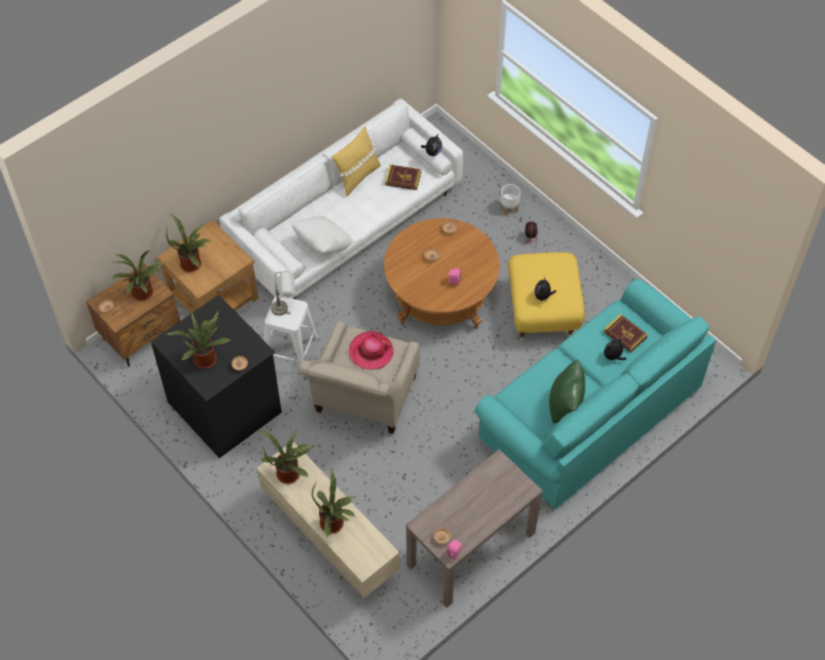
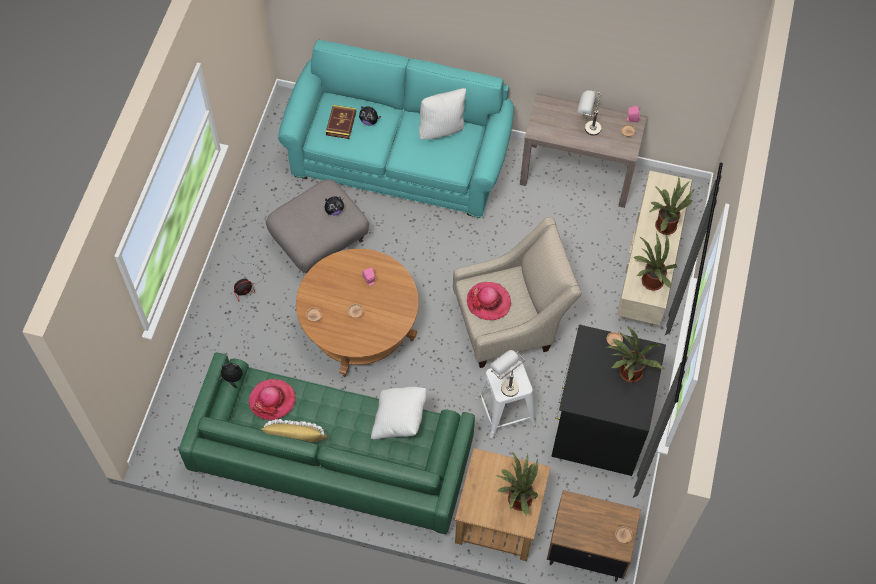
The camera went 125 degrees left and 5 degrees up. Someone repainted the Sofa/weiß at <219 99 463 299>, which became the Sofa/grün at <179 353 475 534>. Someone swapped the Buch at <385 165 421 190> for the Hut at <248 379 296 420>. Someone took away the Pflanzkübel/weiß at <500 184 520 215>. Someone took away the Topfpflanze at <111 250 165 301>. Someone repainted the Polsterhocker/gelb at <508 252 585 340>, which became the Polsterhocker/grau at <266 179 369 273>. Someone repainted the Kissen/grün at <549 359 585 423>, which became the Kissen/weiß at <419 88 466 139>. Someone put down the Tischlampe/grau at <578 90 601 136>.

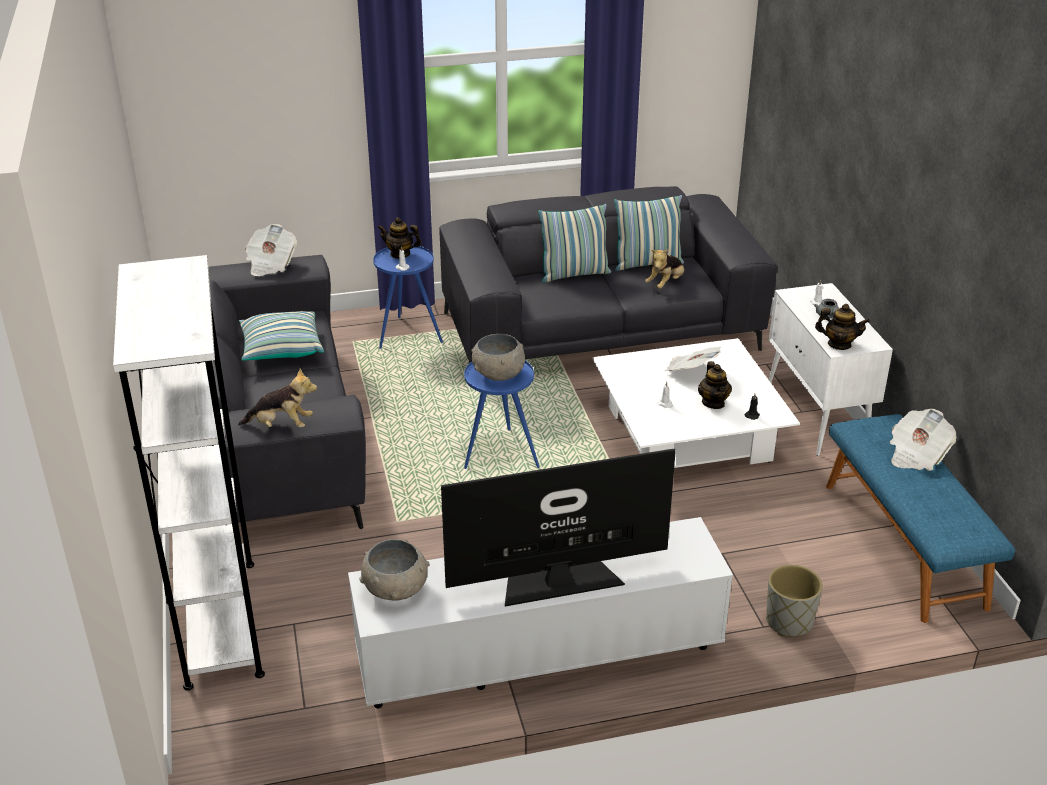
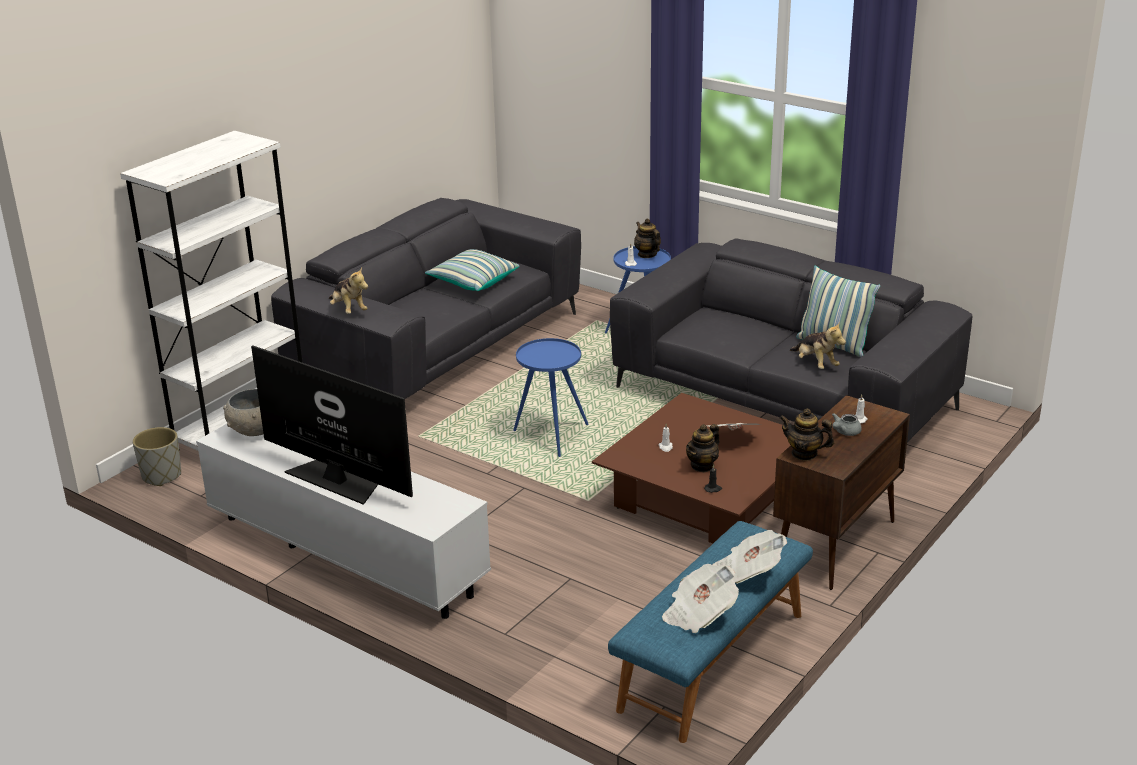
The camera went 50 degrees right and 5 degrees down. Someone took away the Kissen at <538 204 611 283>. Someone carried the Zeitung from <245 224 297 276> to <662 564 739 633>. Someone rotated the Plüschtier at <645 249 685 289> by 120 degrees counterclockwise. Someone repainted the Schrank/weiß at <769 283 893 456>, which became the Schrank/braun at <773 395 910 590>. Someone rotated the Teekanne at <815 304 870 350> by 135 degrees clockwise. Someone took away the Schüssel/grau at <471 334 525 381>. Someone repainted the Couchtisch/weiß at <592 338 800 468>, which became the Couchtisch/braun at <592 393 791 543>. Someone carried the Pflanzkübel/grau from <766 565 823 637> to <133 427 181 486>.

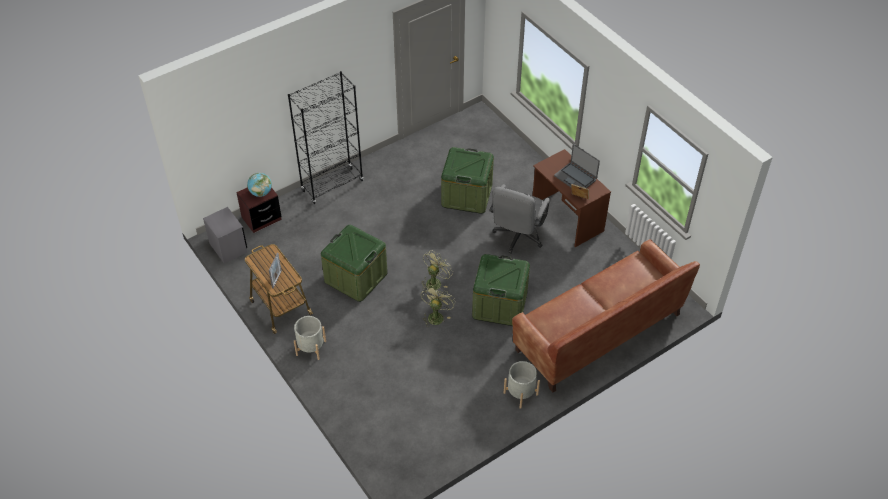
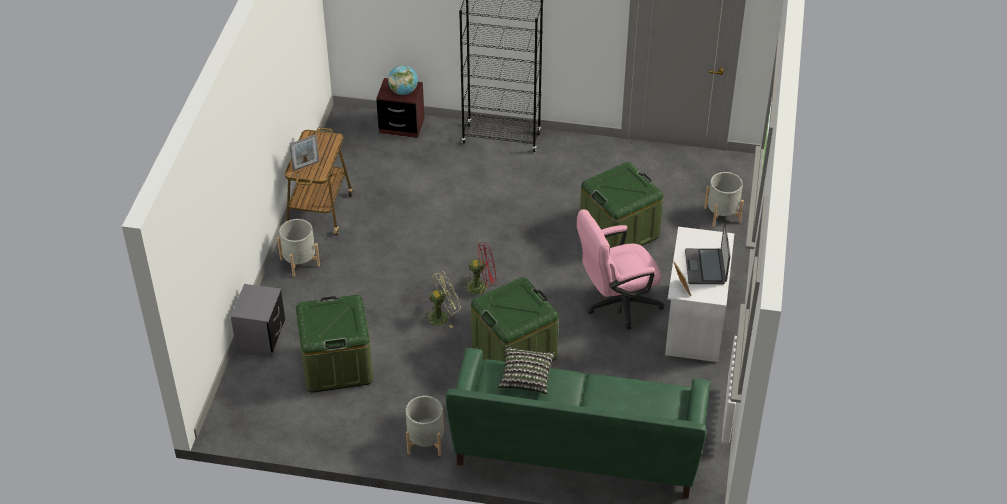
The camera went 45 degrees right and 5 degrees down. Someone repainted the Schreibtisch/braun at <532 149 611 247>, which became the Schreibtisch/weiß at <665 227 734 362>. Someone repainted the Bürostuhl/grau at <489 184 550 253>, which became the Bürostuhl/rosa at <577 209 665 330>. Someone carried the Nachttisch/grau from <203 207 247 263> to <231 284 285 358>. Someone carried the Aufbewahrungsbox/grün from <321 225 388 302> to <296 295 373 392>. Someone repainted the Sofa/braun at <512 239 700 392>, which became the Sofa/grün at <446 348 711 499>. Someone repainted the Ventilator/grün at <421 251 453 290>, which became the Ventilator/rot at <461 242 496 296>. Someone put down the Pflanzkübel/grau at <704 172 744 227>. Someone put down the Kissen at <497 346 555 394>.

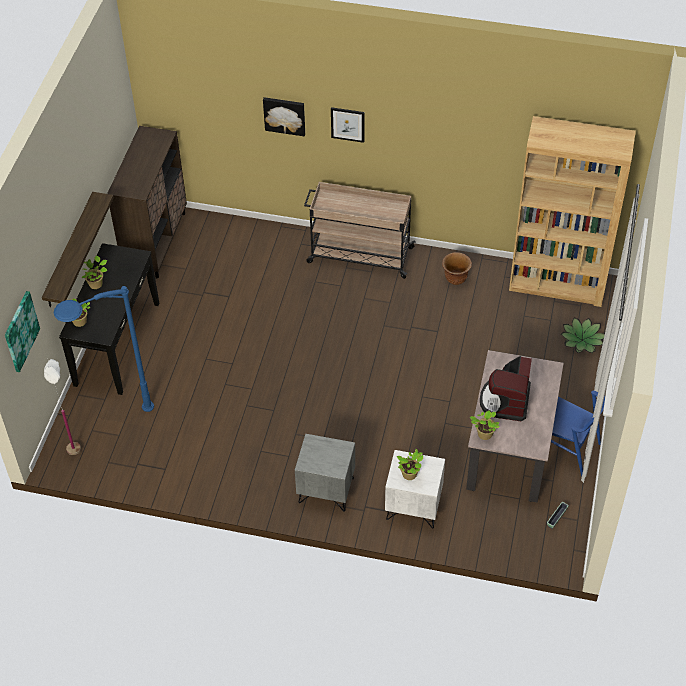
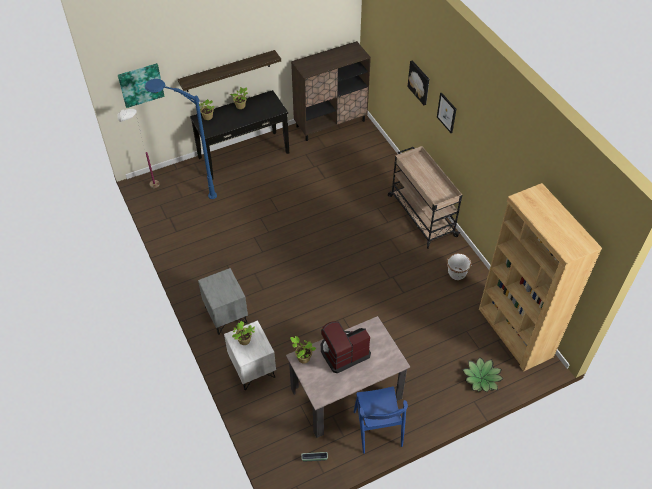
The camera went 50 degrees right and 0 degrees up. Someone repainted the Pflanzkübel/braun at <442 252 472 285>, which became the Pflanzkübel/weiß at <447 253 471 280>.

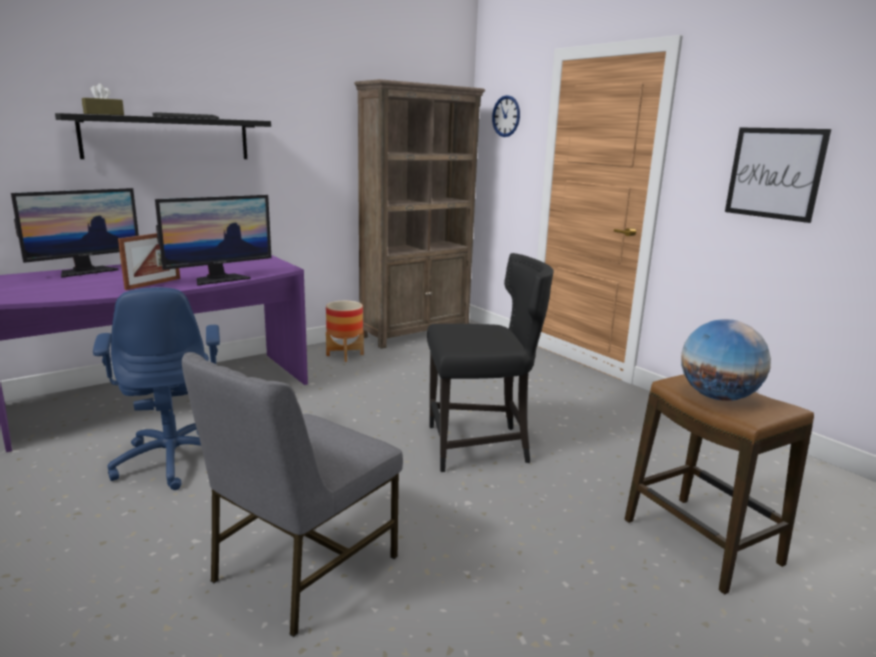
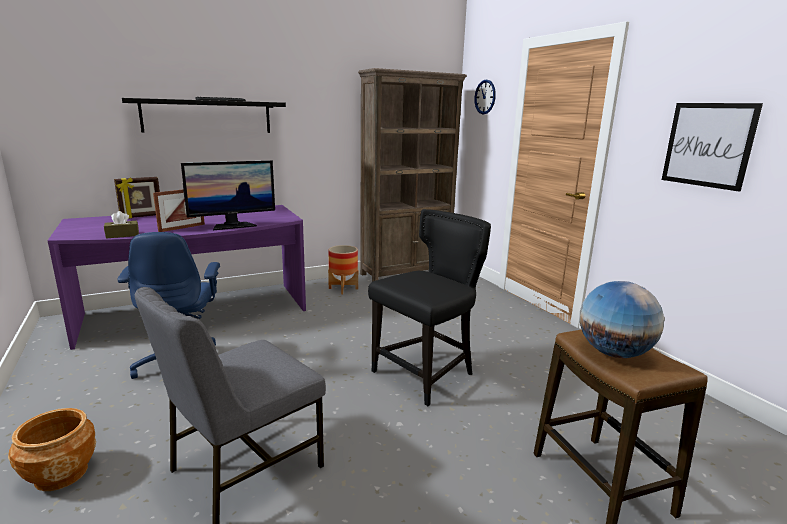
The camera went 10 degrees right and 0 degrees up. Someone carried the Taschentuchbox/braun from <82 84 124 115> to <104 211 139 239>. Someone swapped the Monitor at <11 188 139 278> for the Bilderrahmen at <114 177 160 219>. Someone rotated the Stuhl/schwarz at <427 253 554 472> by 45 degrees counterclockwise. Someone put down the Pflanzkübel/braun at <8 408 96 491>.

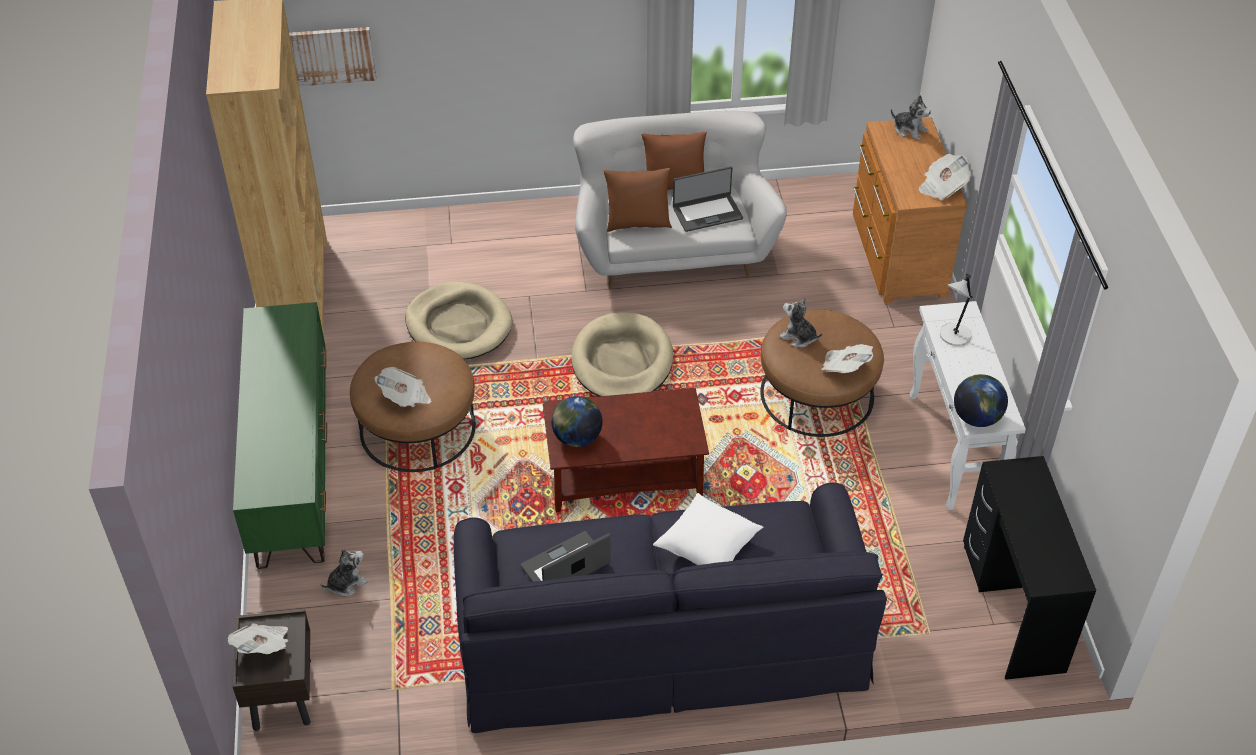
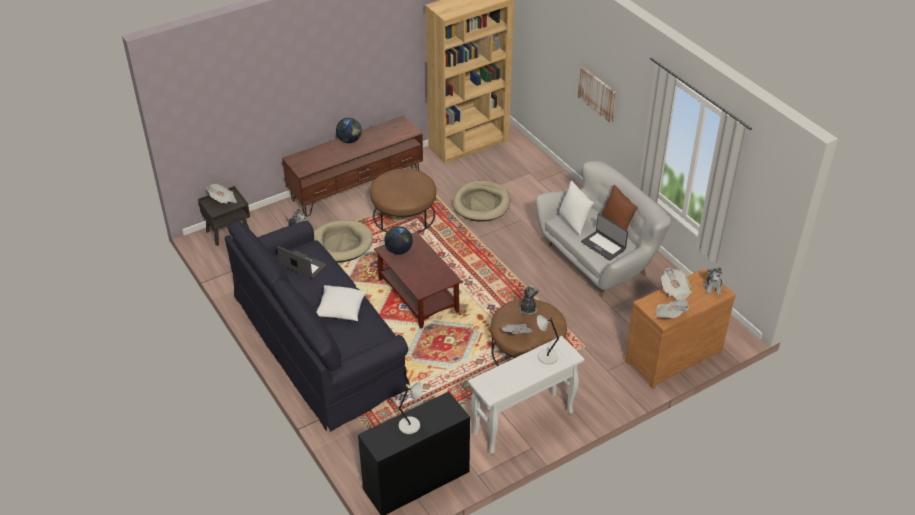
The camera went 65 degrees right and 5 degrees down. Someone carried the Bild from <289 27 376 86> to <578 66 616 123>. Someone repainted the Kissen/braun at <604 168 672 232>, which became the Kissen/weiß at <558 181 594 236>. Someone repainted the Fernsehschrank/grün at <233 302 327 569>, which became the Fernsehschrank/braun at <282 115 423 217>. Someone carried the Hundebett/beige from <571 312 673 397> to <314 220 373 263>. Someone carried the Zeitung from <375 367 431 407> to <661 268 692 301>. Someone carried the Globus from <954 374 1008 427> to <336 118 362 143>. Someone put down the Tischlampe/grau at <398 382 423 434>.

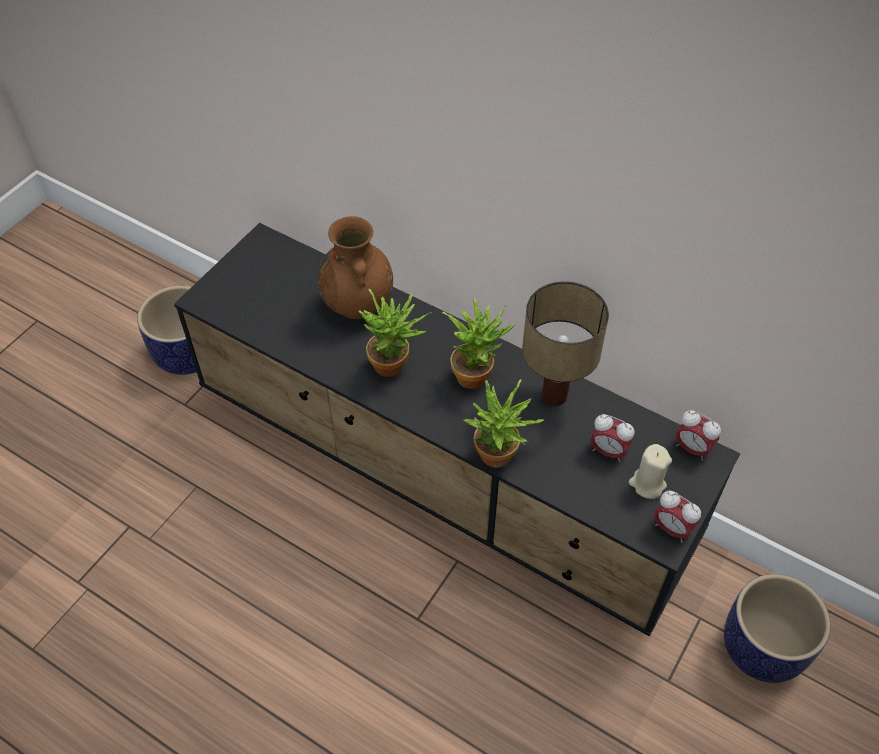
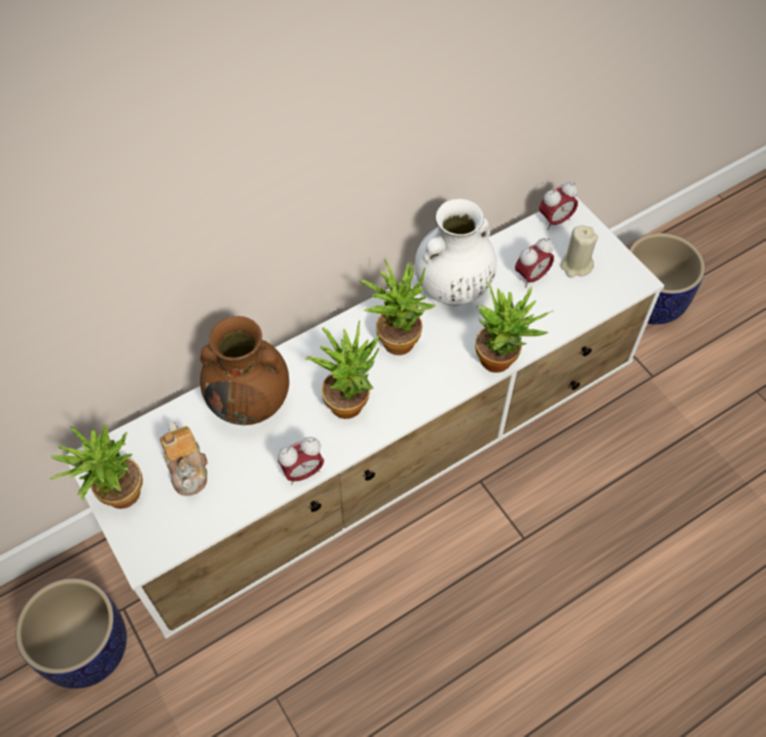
The camera went 65 degrees left and 5 degrees up. Someone repainted the Fernsehschrank/schwarz at <174 223 740 637>, which became the Fernsehschrank/weiß at <65 197 664 639>. Someone swapped the Tischlampe at <522 282 609 406> for the Vase/weiß at <415 199 497 306>. Someone carried the Wecker from <654 491 701 543> to <278 437 324 485>. Someone put down the Teekanne at <160 422 208 496>. Someone put down the Topfpflanze at <50 425 143 509>.

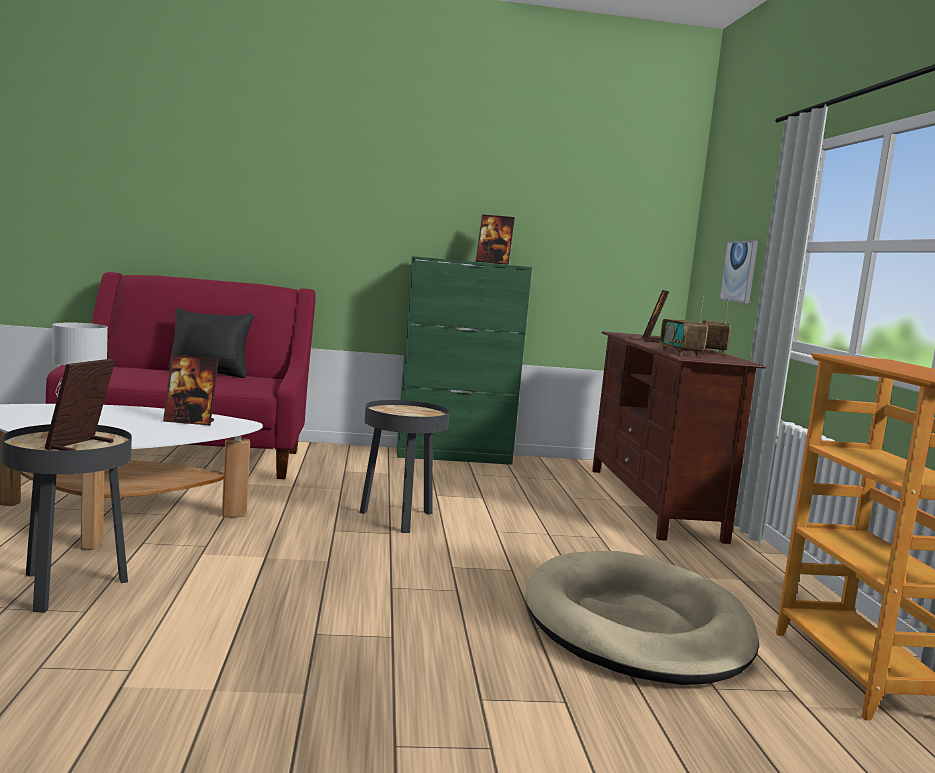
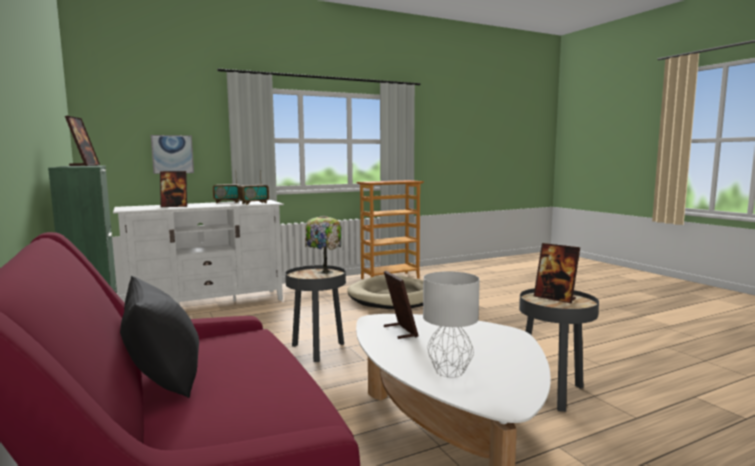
The camera went 110 degrees left and 0 degrees up. Someone repainted the Fernsehschrank/braun at <592 332 766 544>, which became the Fernsehschrank/weiß at <113 200 284 304>. Someone rotated the Bilderrahmen at <45 359 115 451> by 45 degrees clockwise. Someone put down the Tischlampe at <305 215 341 274>.

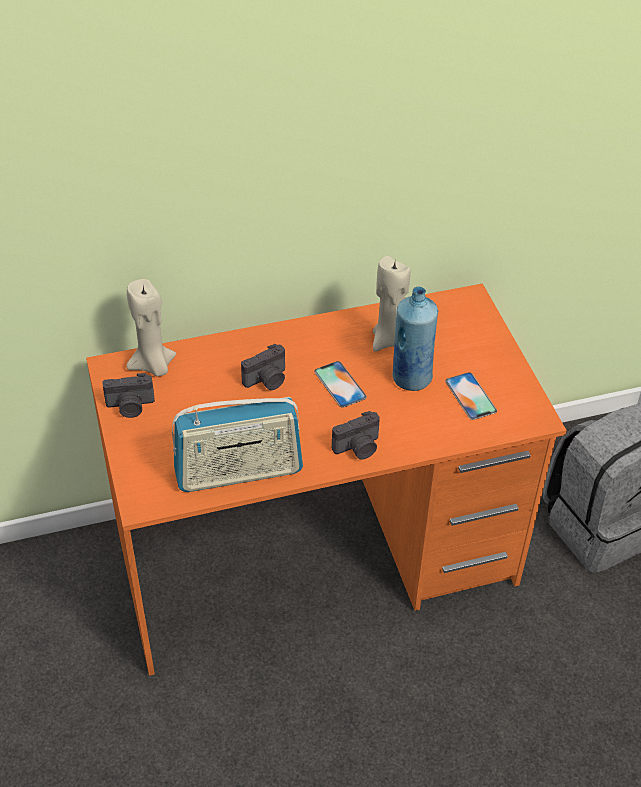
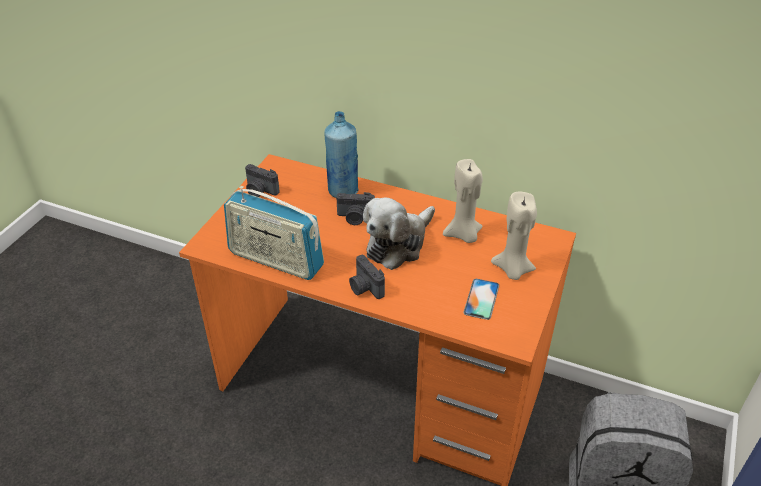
The camera went 40 degrees right and 5 degrees down. Someone carried the Kerze/beige from <127 279 176 377> to <491 192 537 280>. Someone carried the Flasche/blau from <393 287 439 391> to <324 111 359 198>. Someone swapped the Handy at <314 361 367 408> for the Plüschtier at <363 198 435 270>. Someone rotated the Kamera at <332 411 380 460> by 45 degrees clockwise.

